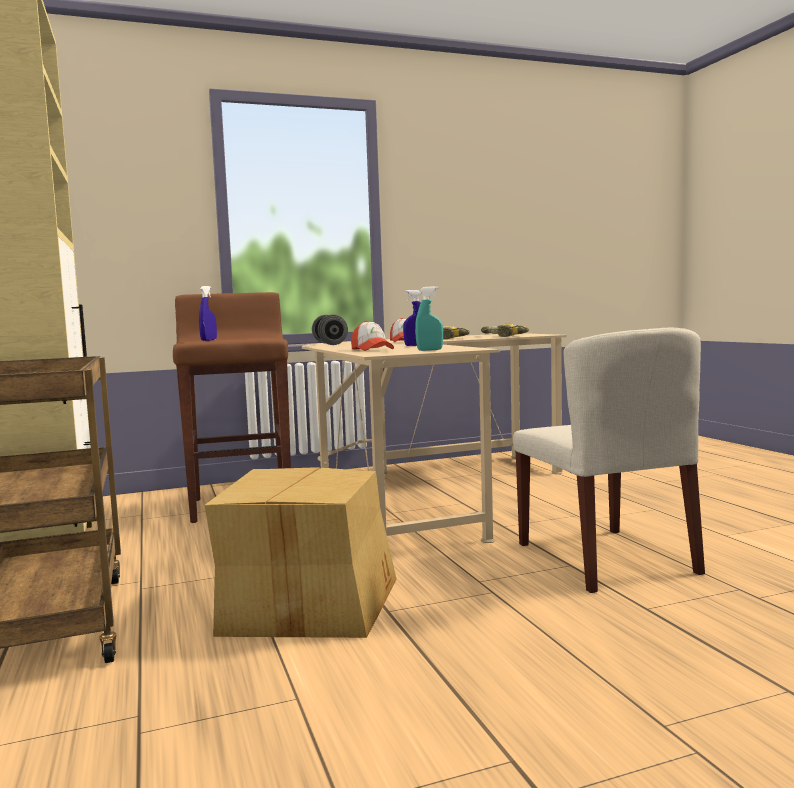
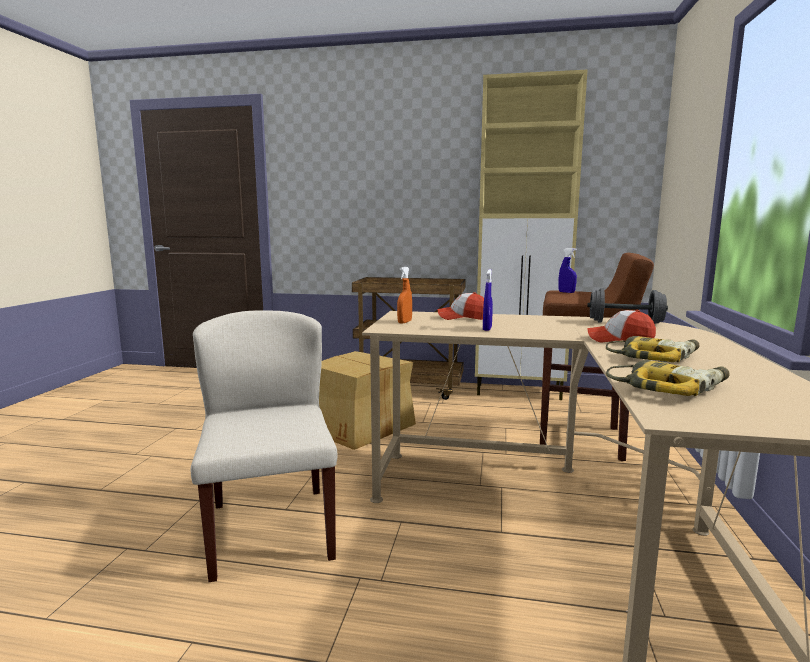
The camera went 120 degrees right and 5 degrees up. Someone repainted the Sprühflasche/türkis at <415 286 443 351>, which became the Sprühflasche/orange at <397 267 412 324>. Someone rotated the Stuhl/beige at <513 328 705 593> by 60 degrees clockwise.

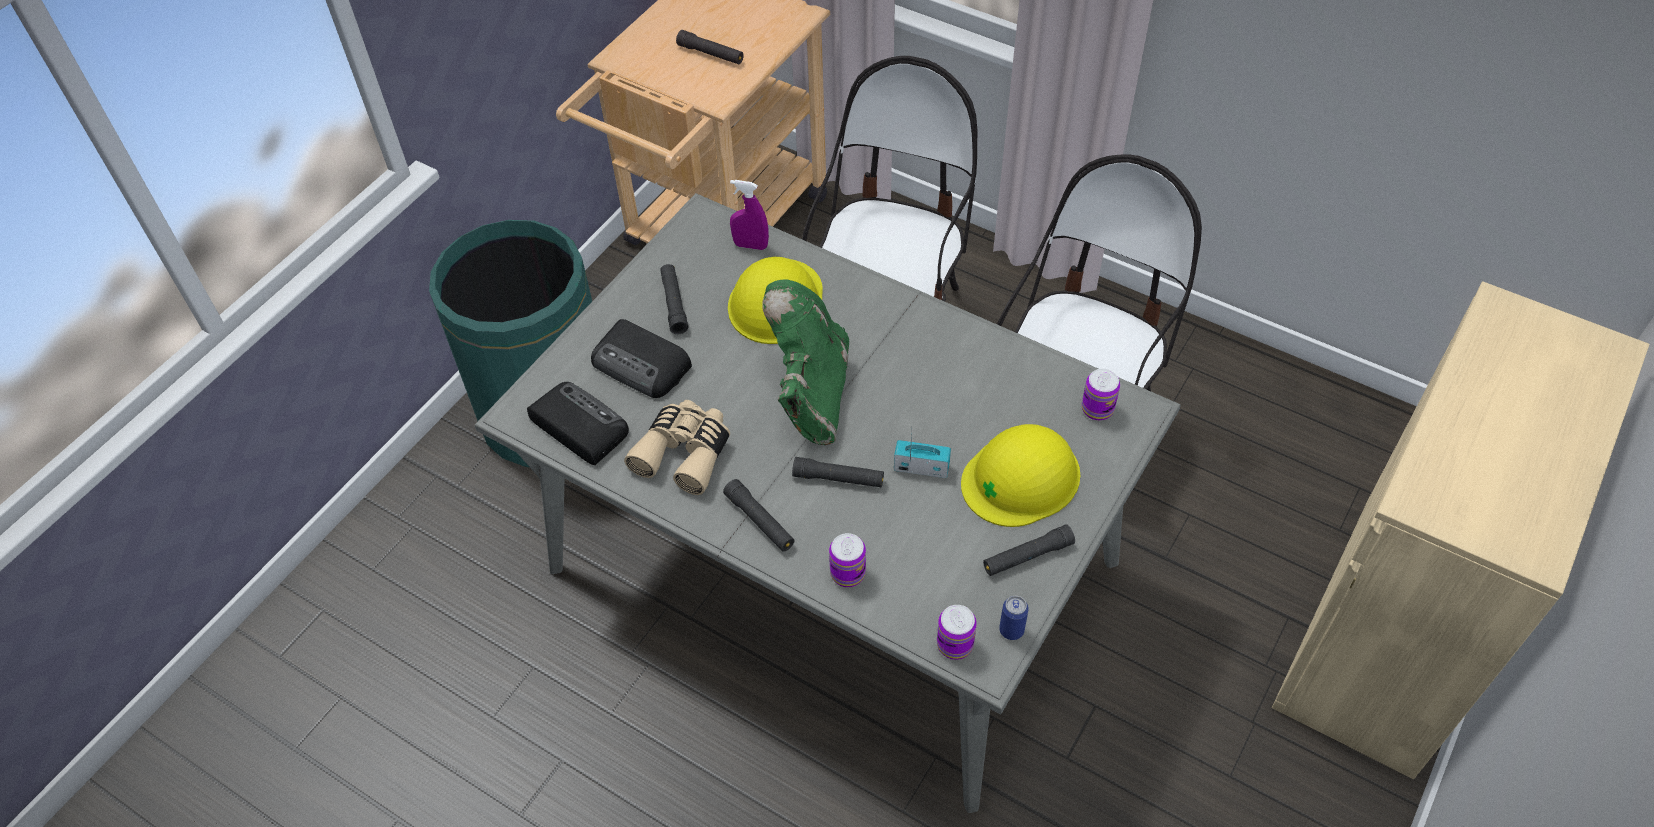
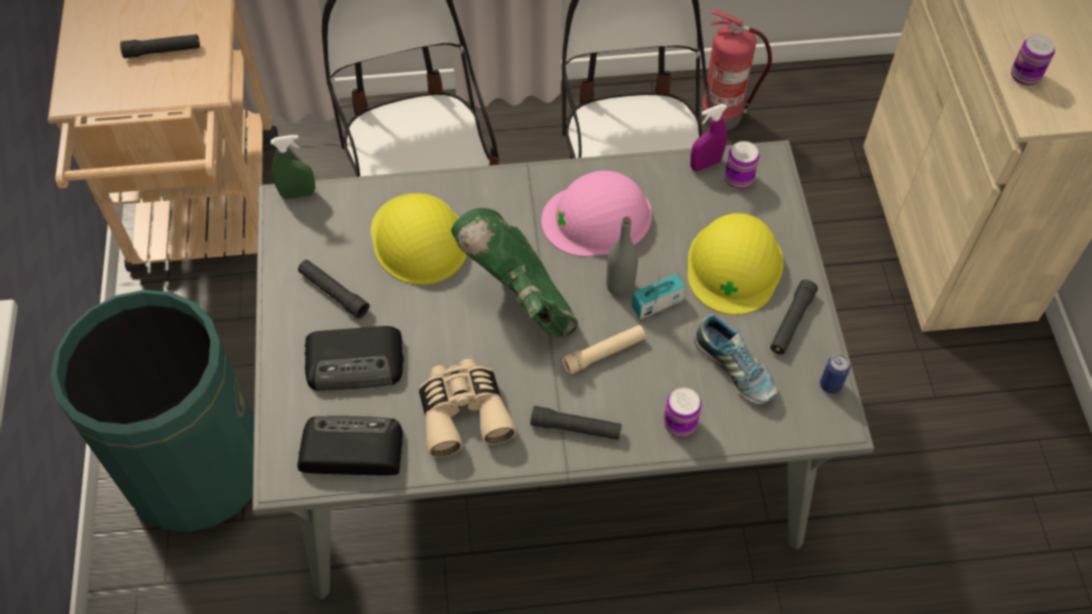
The camera went 40 degrees left and 5 degrees up. Someone carried the Sprühflasche/lila from <730 180 769 250> to <690 104 727 171>. Someone repainted the Taschenlampe/schwarz at <792 457 884 487>, which became the Taschenlampe/beige at <562 325 646 375>. Someone carried the Dose from <937 605 977 660> to <1011 35 1055 86>. Someone put down the Feuerlöscher at <701 9 772 130>. Someone put down the Sprühflasche/grün at <271 135 315 199>. Someone put down the Schutzhelm/rosa at <541 171 652 257>. Someone put down the Flasche/grau at <606 217 638 297>. Someone put down the Schuh at <694 314 777 404>.

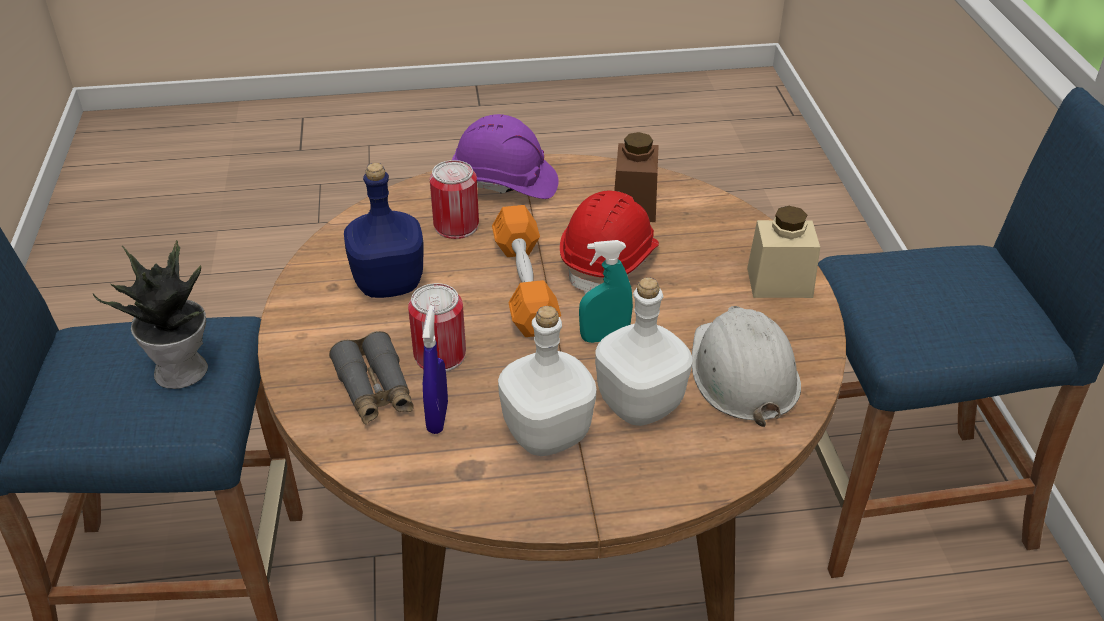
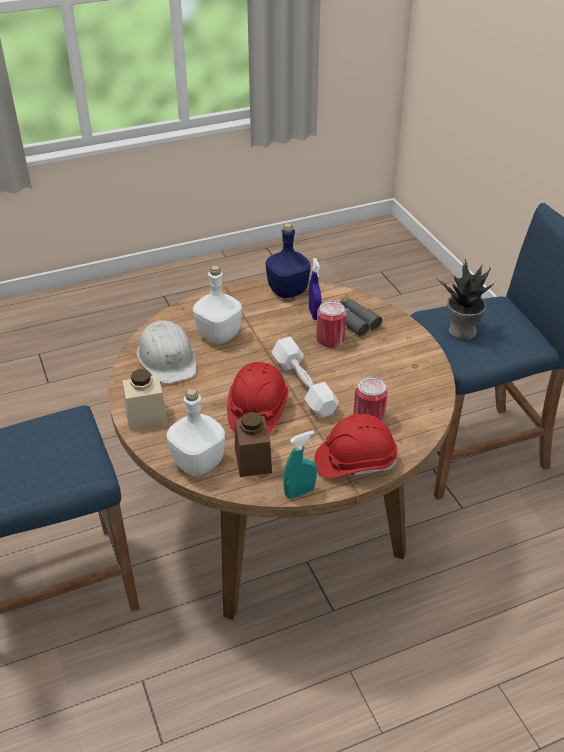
The camera went 165 degrees right and 0 degrees up. Someone repainted the Schutzhelm/lila at <452 114 559 199>, which became the Schutzhelm/rot at <314 414 397 478>. Someone carried the Flasche/blau from <344 163 424 298> to <266 223 311 298>. Someone repainted the Hantel/orange at <492 205 561 337>, which became the Hantel/weiß at <271 337 339 418>. Someone carried the Sprühflasche/türkis from <579 240 633 343> to <283 431 317 499>. Someone carried the Flasche/weiß from <498 306 596 456> to <167 388 225 476>.

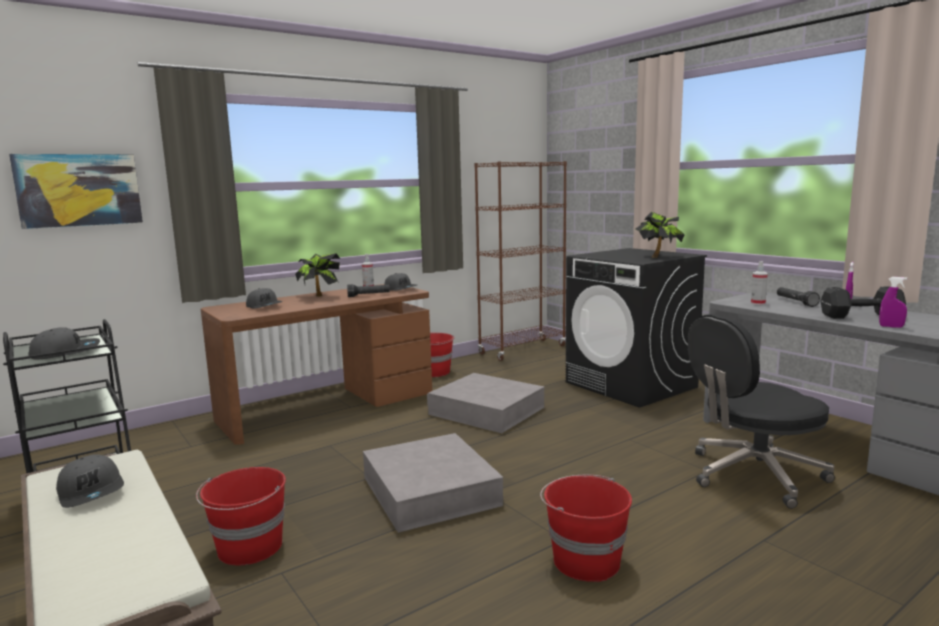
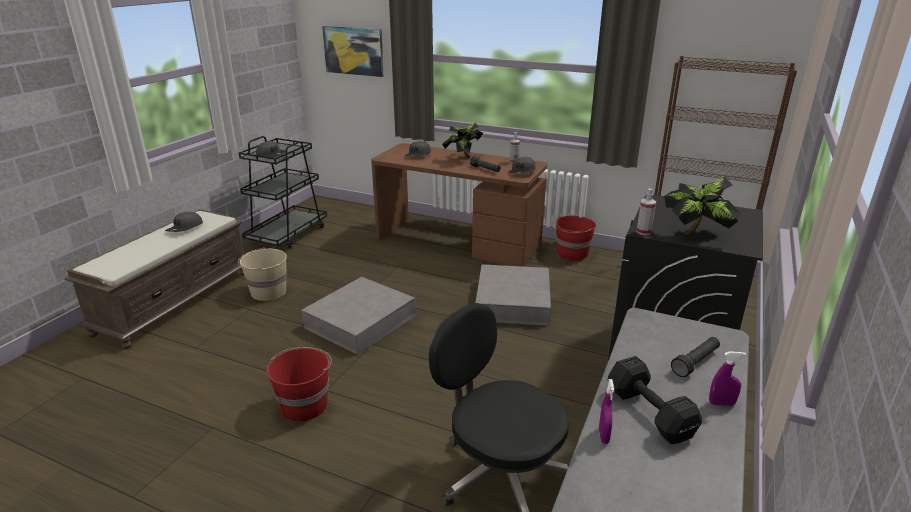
The camera went 60 degrees right and 15 degrees up. Someone carried the Sprühflasche from <751 261 768 305> to <636 188 656 235>. Someone repainted the Eimer/rot at <196 467 286 565>, which became the Eimer/beige at <238 247 287 301>.

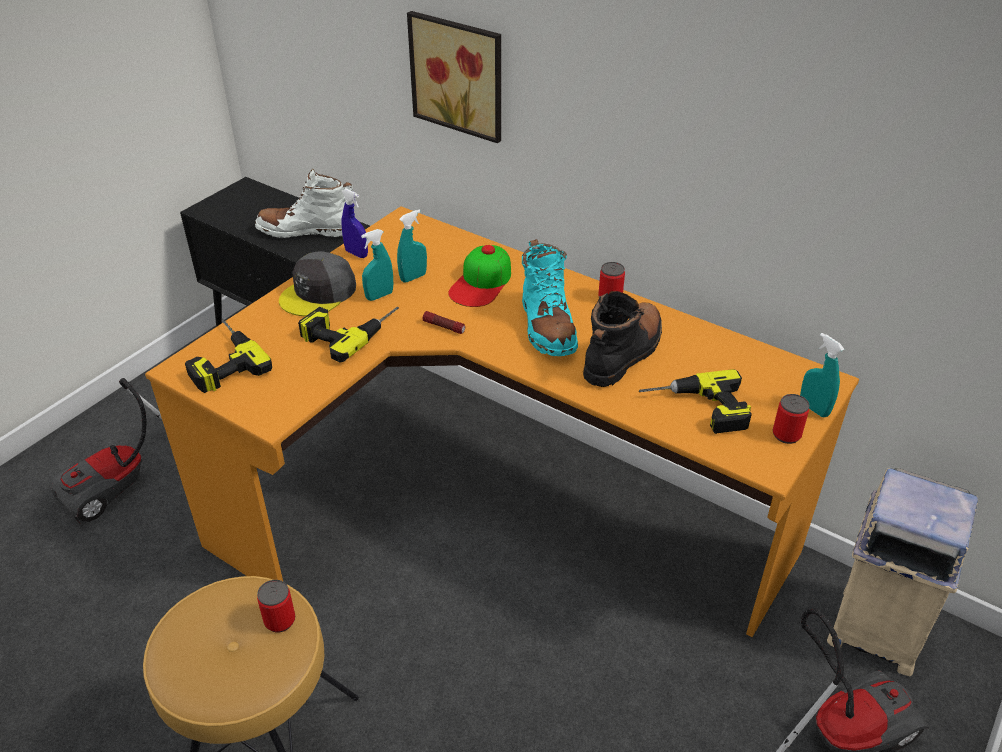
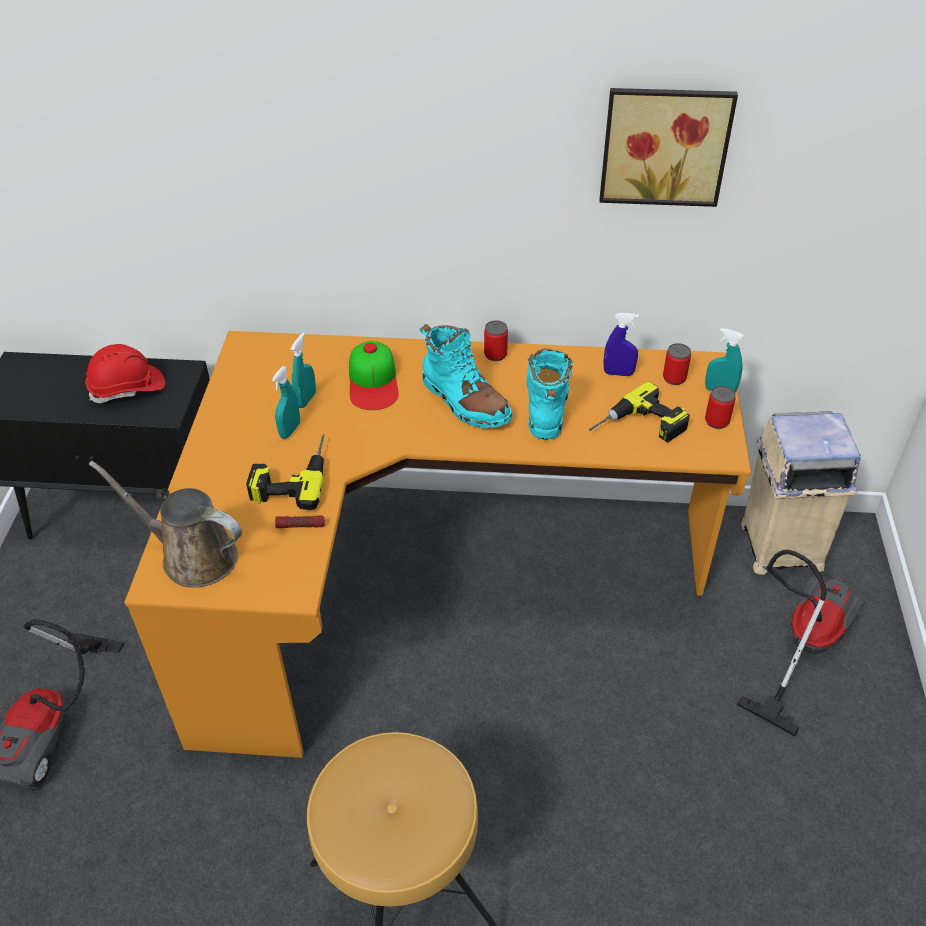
The camera went 30 degrees left and 5 degrees up. Someone carried the Bild from <407 11 501 143> to <600 88 738 207>. Someone swapped the Stiefel/weiß at <255 169 353 238> for the Schutzhelm/rot at <85 344 165 403>. Someone carried the Sprühflasche/blau from <341 189 368 258> to <603 313 639 376>. Someone took away the Kappe/grau at <279 251 356 316>. Someone repainted the Stiefel/schwarz at <583 291 662 387>, which became the Stiefel/türkis at <527 348 573 440>. Someone carried the Taschenlampe from <422 311 465 334> to <275 516 325 528>. Someone swapped the Bohrmaschine at <185 319 272 393> for the Gießkanne/braun at <89 461 242 588>. Someone carried the Dose from <257 580 295 633> to <663 343 691 385>.

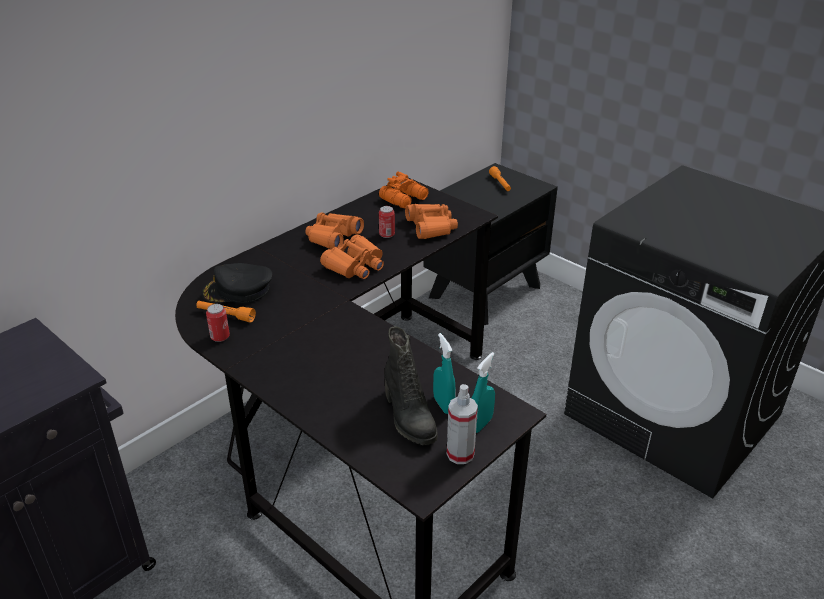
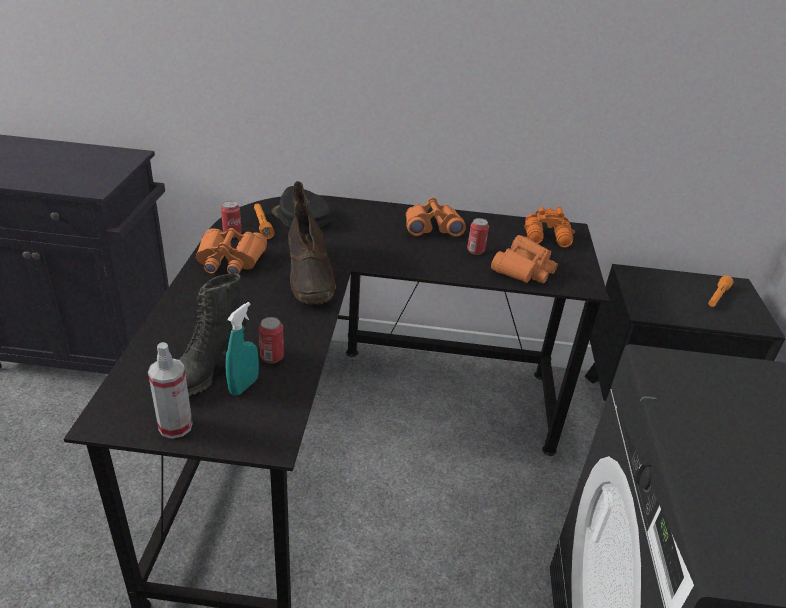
The camera went 50 degrees right and 0 degrees up. Someone carried the Fernglas/orange from <320 234 384 279> to <196 228 267 274>. Someone took away the Sprühflasche/türkis at <471 352 495 433>. Someone put down the Stiefel/braun at <288 181 336 305>. Someone put down the Dose at <259 317 284 363>.

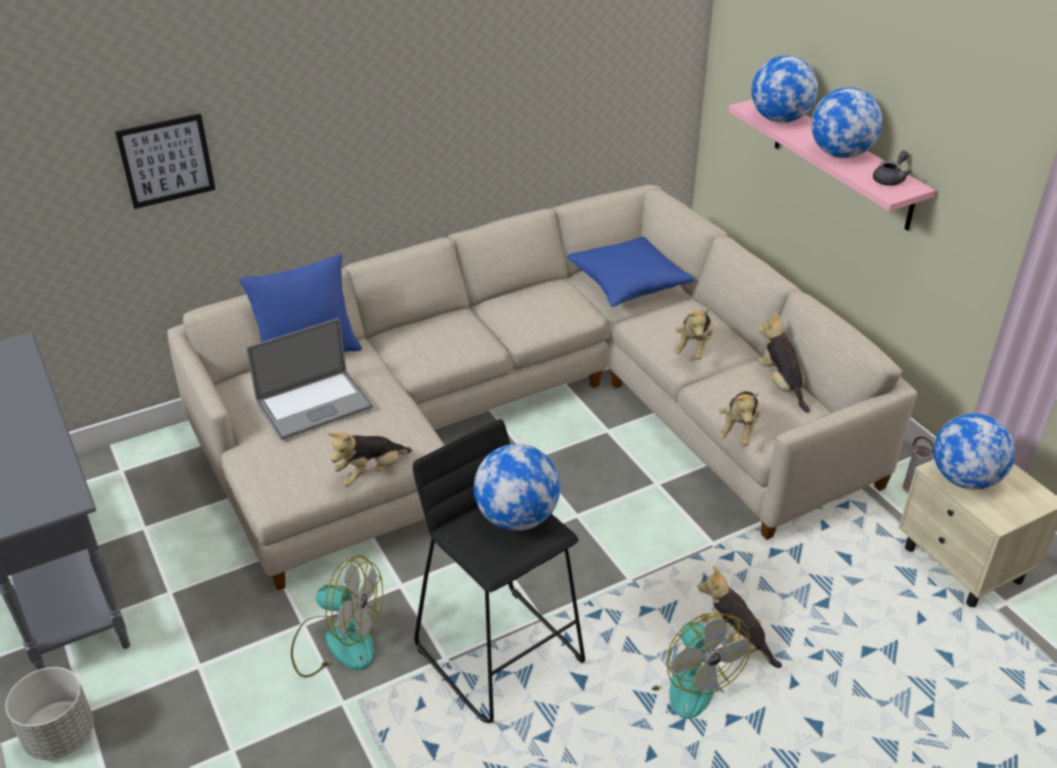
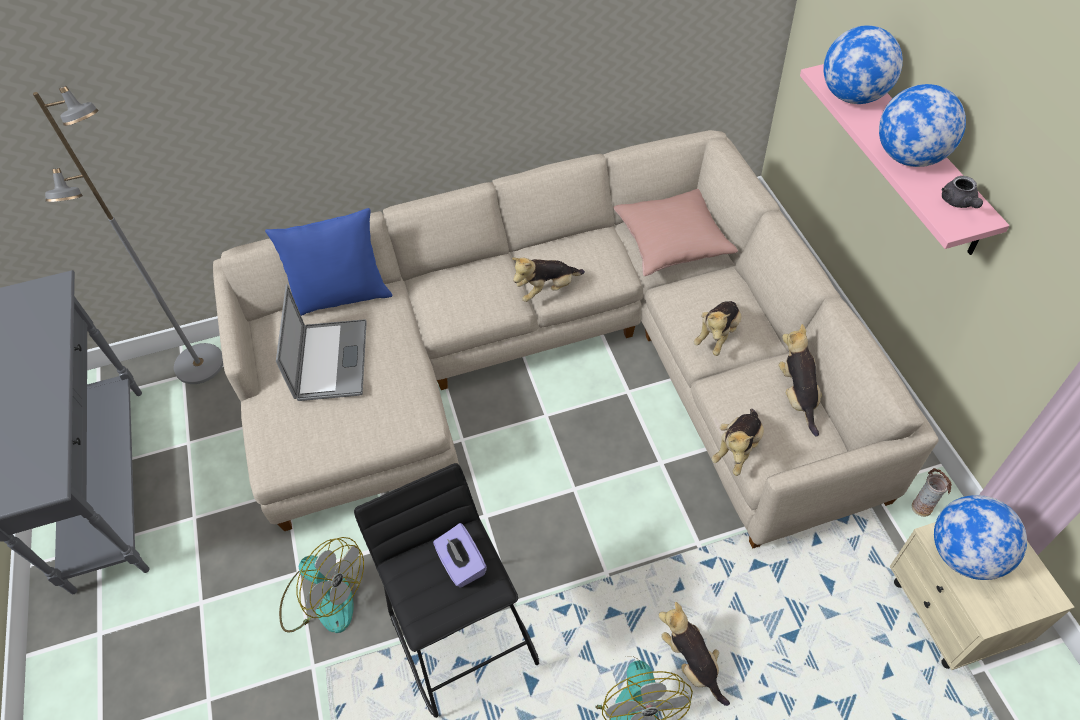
The camera went 15 degrees right and 15 degrees up. Someone took away the Bild at <115 114 216 209>. Someone rotated the Teekanne/grau at <873 151 912 186> by 120 degrees clockwise. Someone repainted the Kissen/blau at <566 237 695 307>, which became the Kissen/rosa at <613 189 738 276>. Someone rotated the Laptop at <246 318 373 440> by 75 degrees counterclockwise. Someone carried the Plüschtier from <328 433 412 487> to <512 257 585 302>. Someone swapped the Globus at <474 444 560 531> for the Taschentuchbox/lila at <433 523 487 587>. Someone took away the Pflanzkübel/grau at <5 667 94 760>. Someone put down the Stehlampe/grau at <33 86 223 384>.

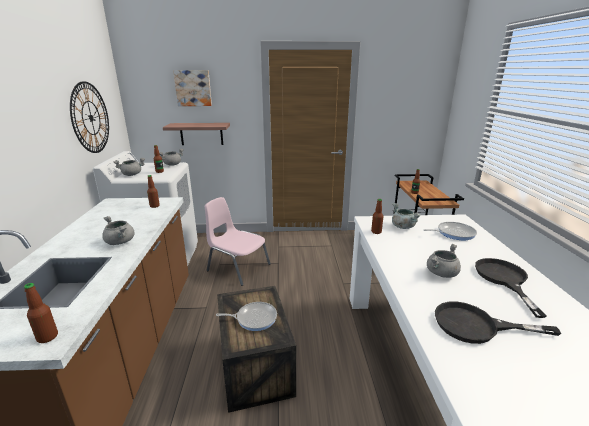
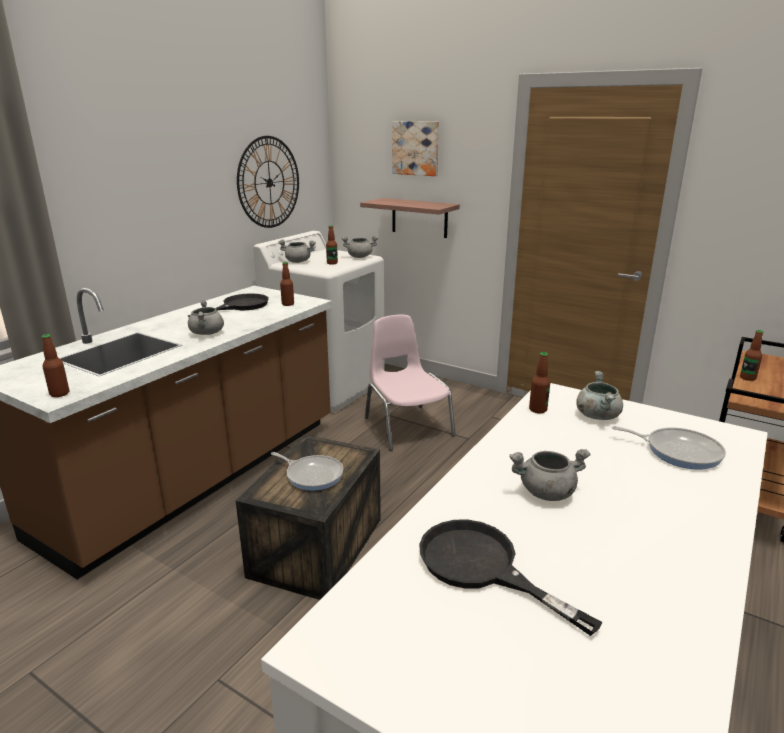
The camera went 35 degrees right and 0 degrees up. Someone carried the Pfanne/schwarz from <475 258 547 318> to <188 293 269 317>.

